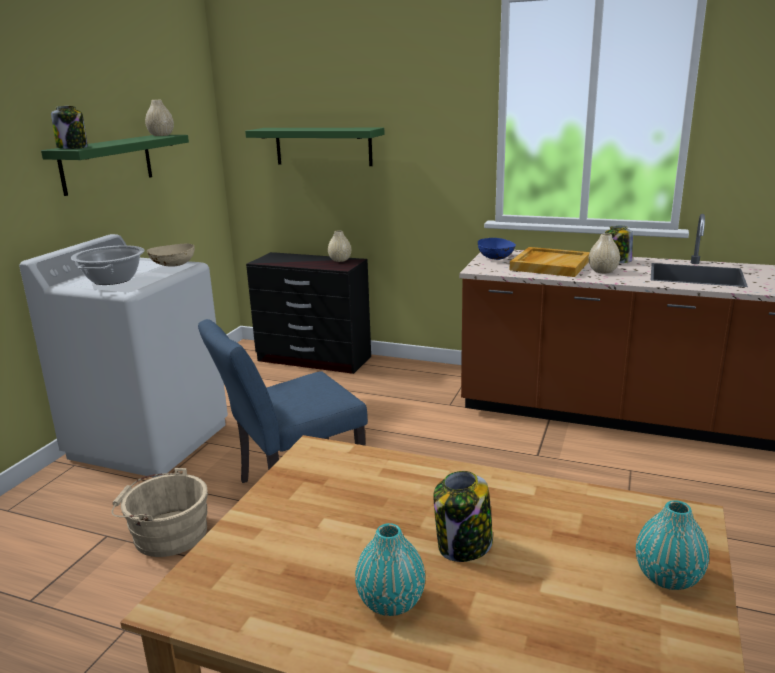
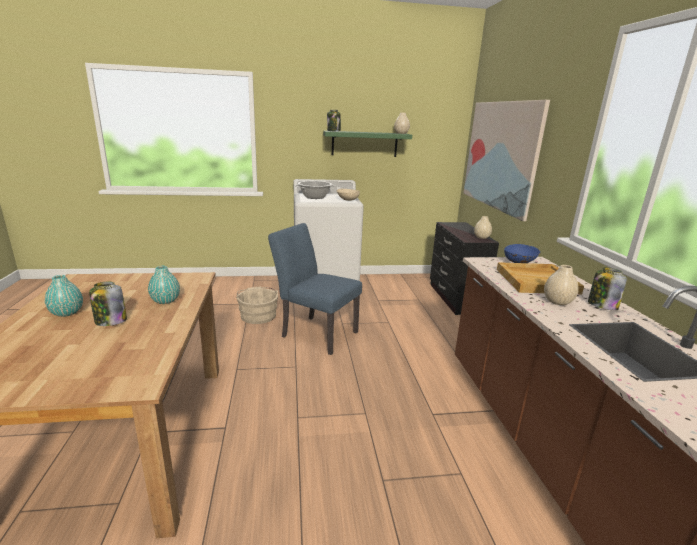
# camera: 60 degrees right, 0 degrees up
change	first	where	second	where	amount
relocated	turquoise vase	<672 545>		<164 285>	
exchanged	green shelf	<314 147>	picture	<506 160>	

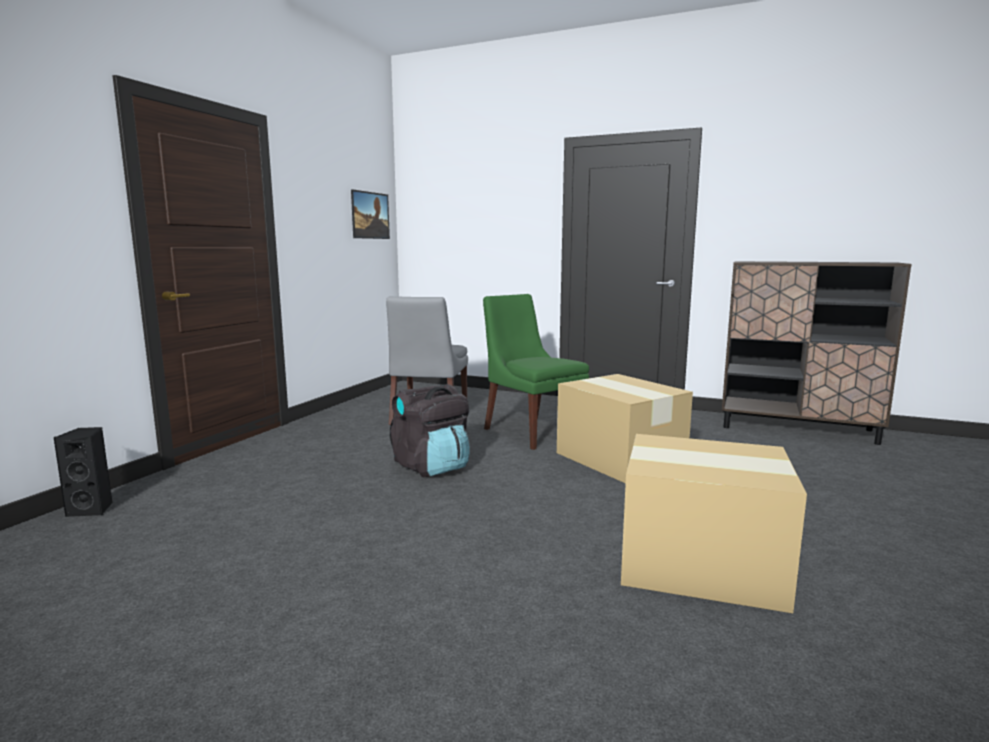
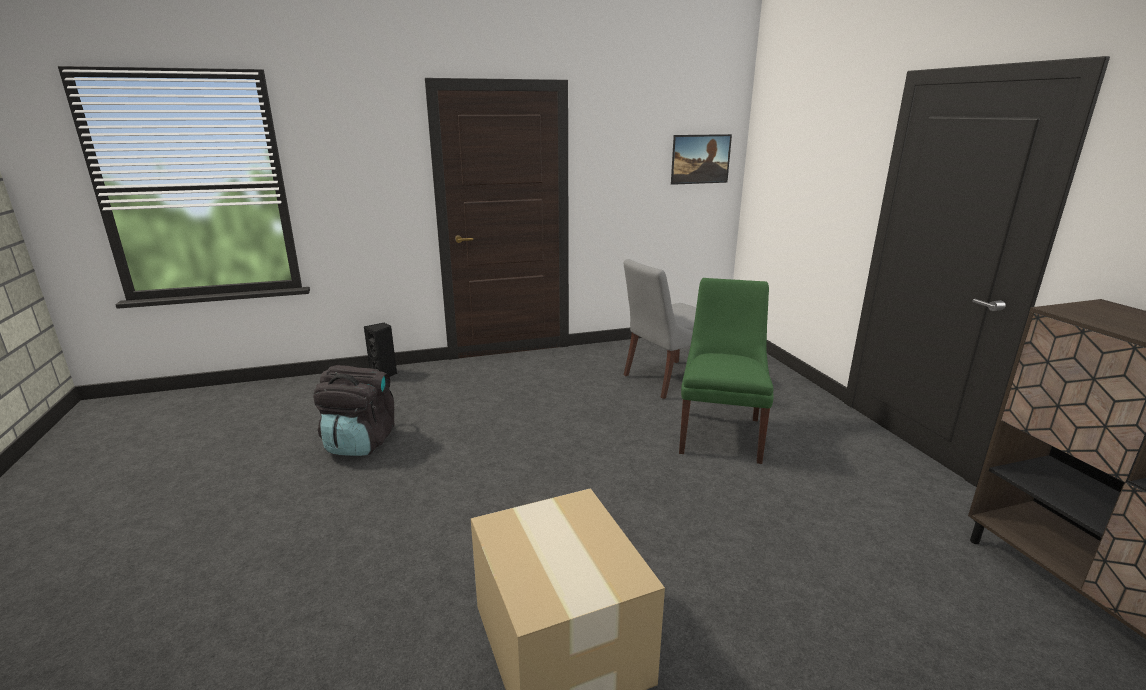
# camera: 50 degrees right, 10 degrees up
change	first	where	second	where	amount
relocated	black backpack	<430 430>		<353 410>	
missing	cardboard box	<625 428>			

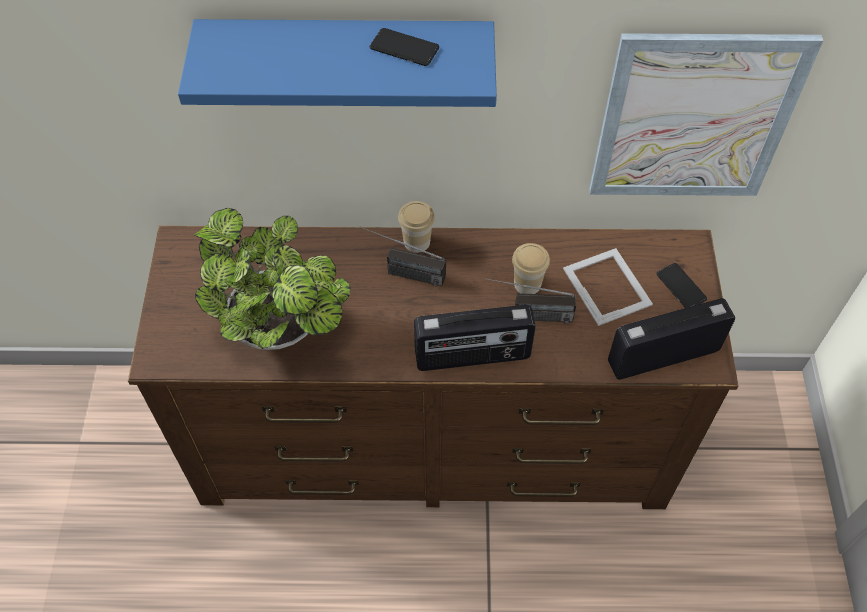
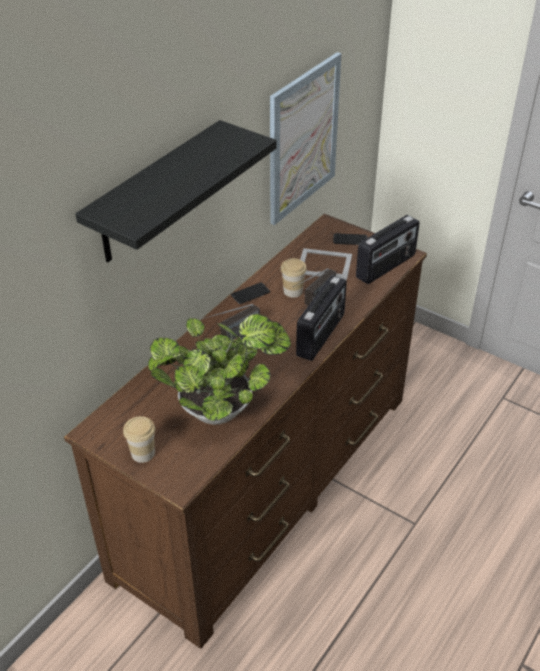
# camera: 55 degrees left, 15 degrees down
change	first	where	second	where	amount
colour	blue shelf	<337 63>	black shelf	<175 191>	
relocated	cup	<416 227>		<139 439>	
relocated	phone	<404 47>		<250 293>	
spun	radio	<671 339>		<388 249>	150 degrees counterclockwise

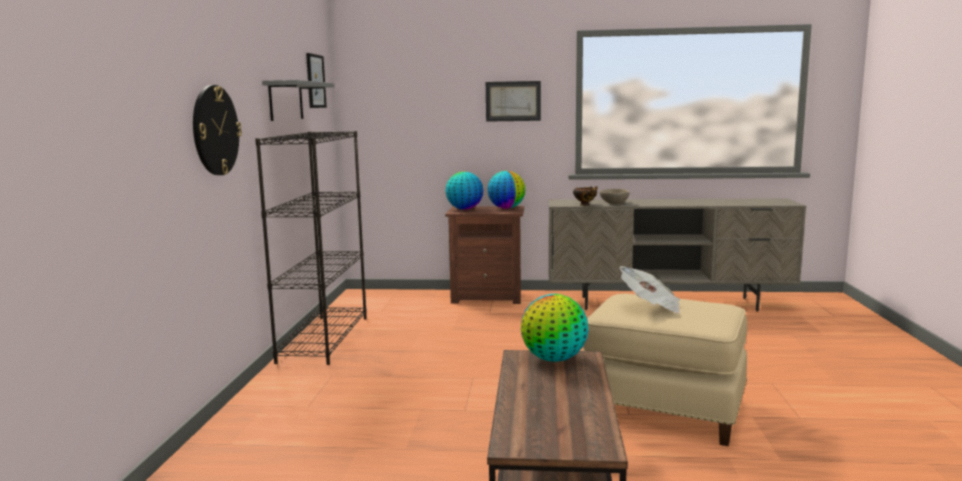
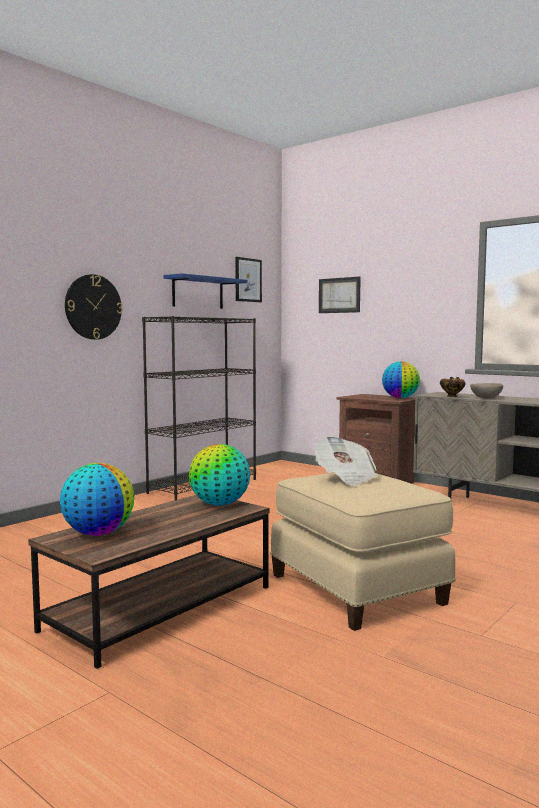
# camera: 35 degrees right, 5 degrees down
change	first	where	second	where	amount
relocated	globe	<465 191>		<97 499>	
colour	grey shelf	<298 100>	blue shelf	<205 291>	
relocated	picture	<513 101>		<340 294>	

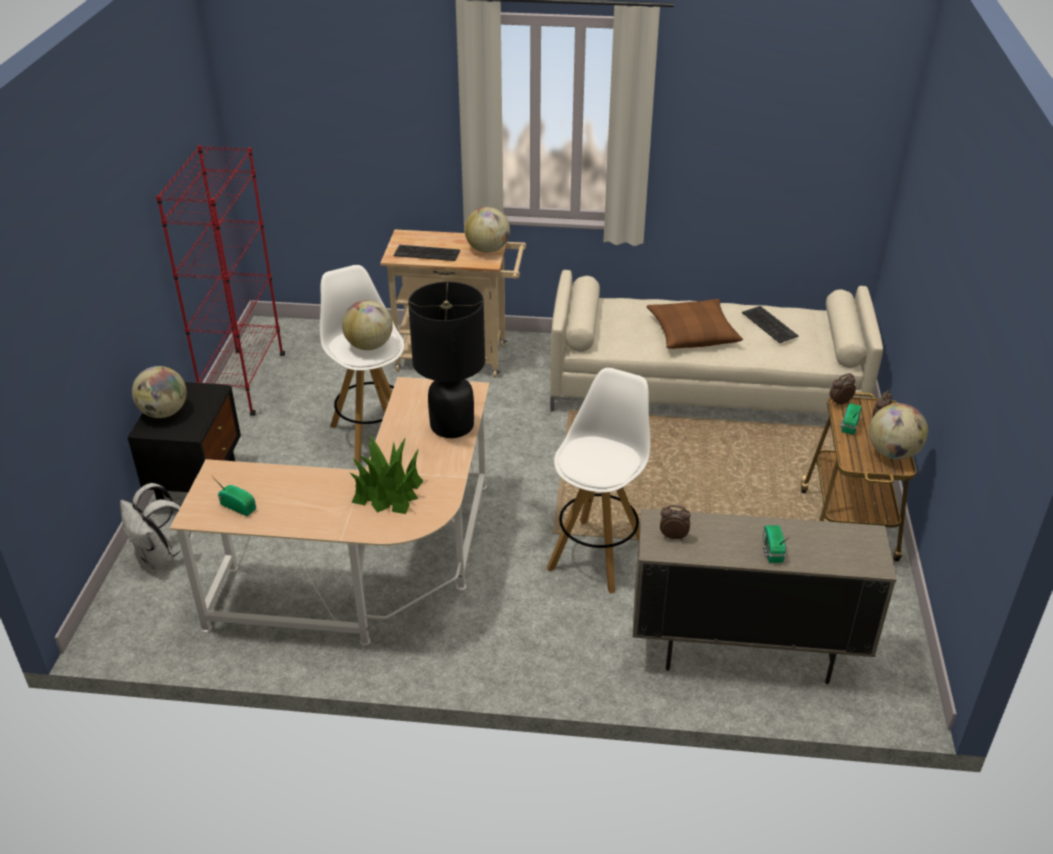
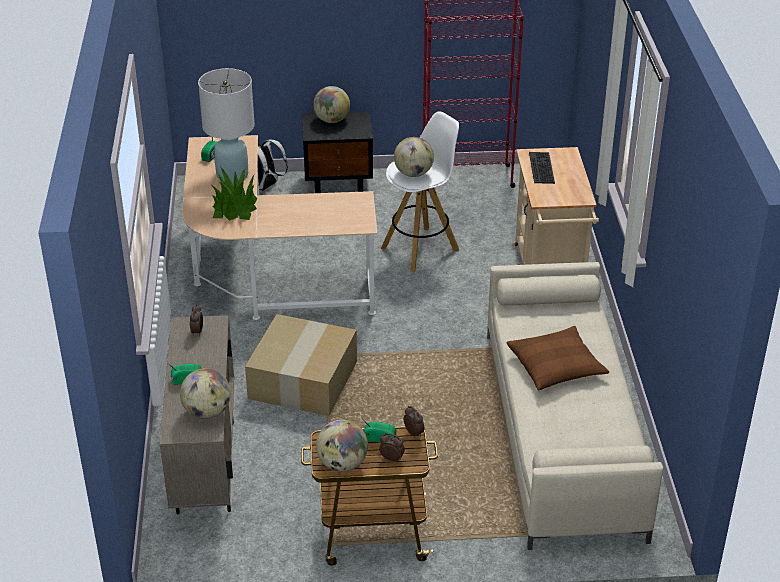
# camera: 80 degrees right, 0 degrees up
change	first	where	second	where	amount
relocated	globe	<487 230>		<205 393>	
appeared			white table lamp	<226 125>	
exchanged	white stool	<598 481>	cardboard box	<301 365>	
missing	black table lamp	<446 360>			
missing	keyboard	<770 324>			

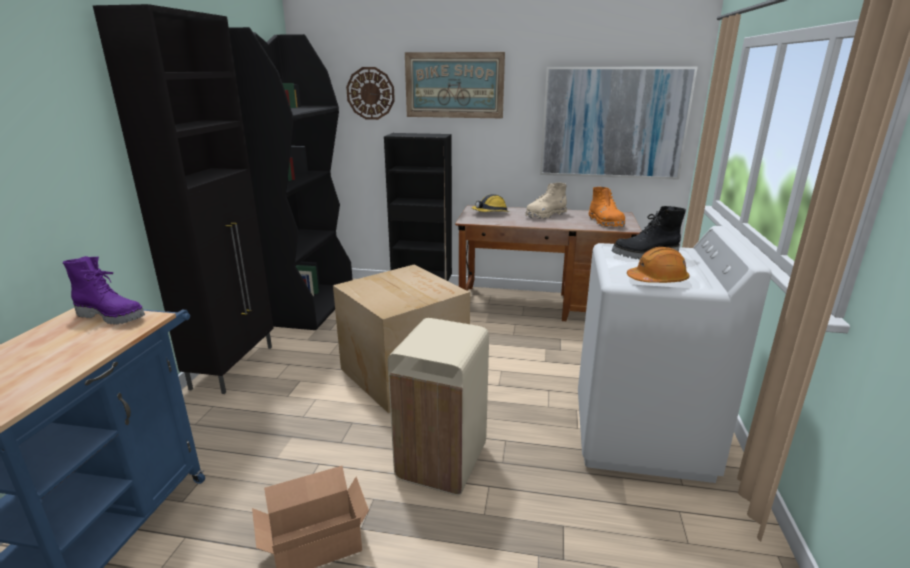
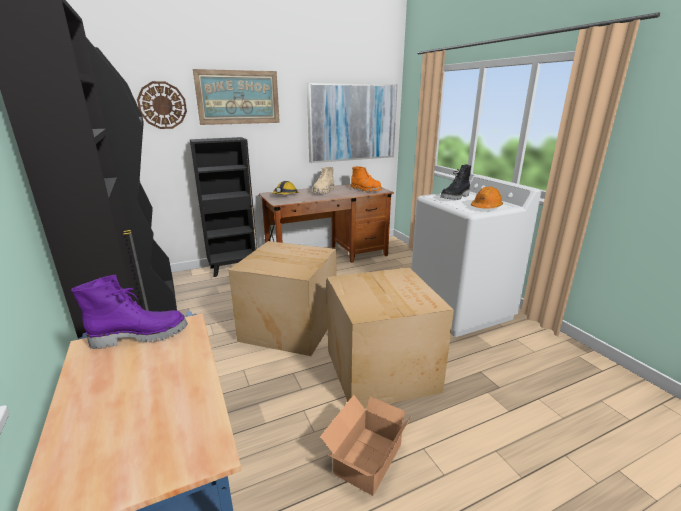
# camera: 35 degrees left, 0 degrees up
change	first	where	second	where	amount
exchanged	beige trash can	<438 406>	cardboard box	<390 338>	

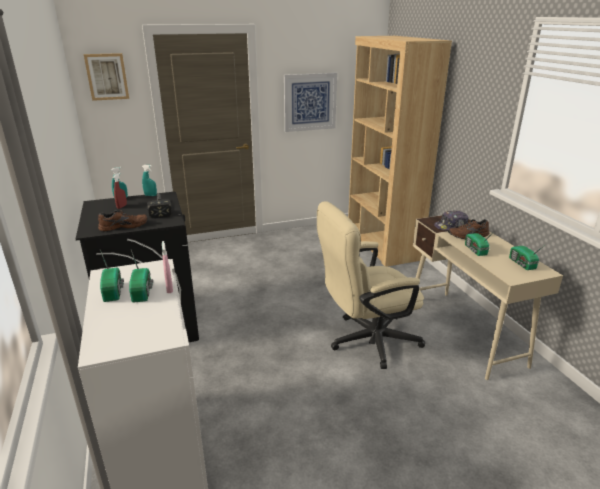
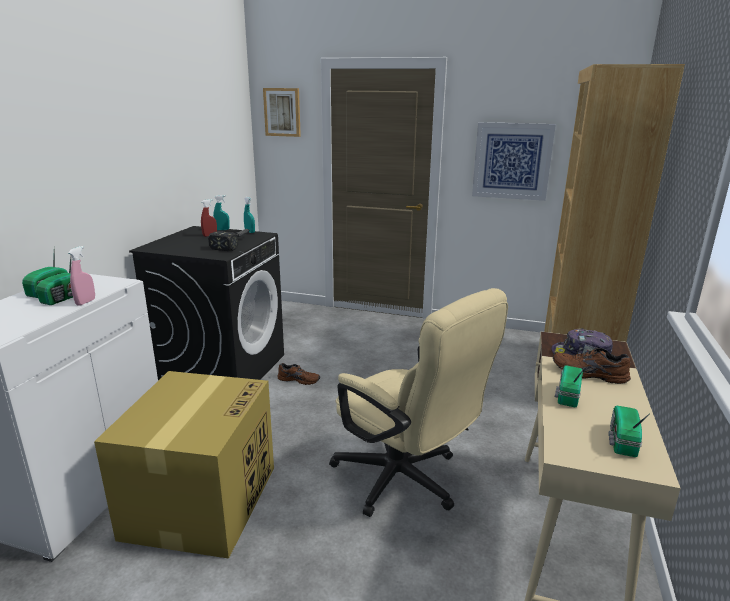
# camera: 35 degrees right, 5 degrees down
change	first	where	second	where	amount
appeared			cardboard box	<184 465>	
relocated	brown shoe	<123 220>		<298 374>	
spun	beige office chair	<371 285>		<418 402>	150 degrees counterclockwise

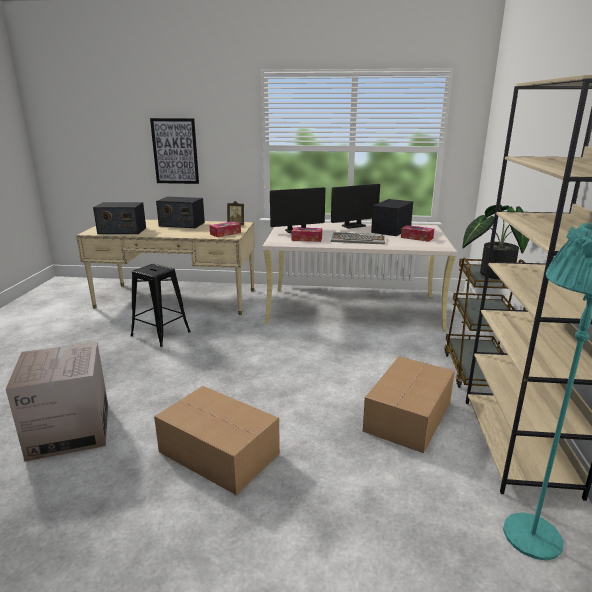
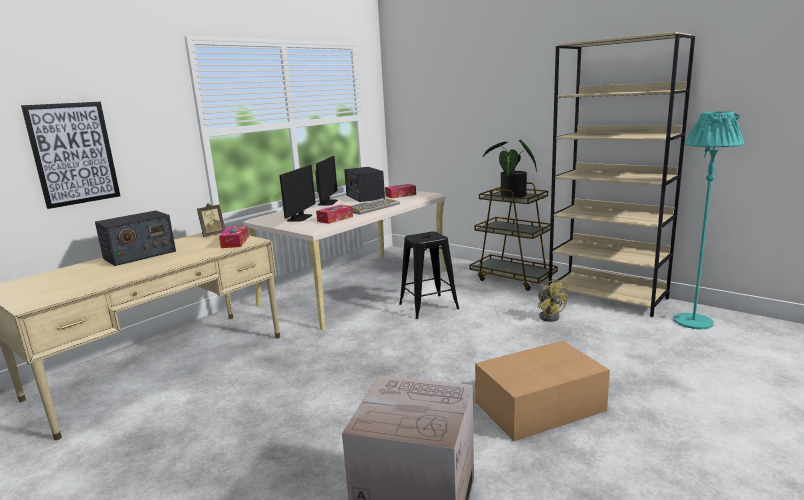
# camera: 55 degrees left, 5 degrees down
change	first	where	second	where	amount
relocated	black stool	<161 305>		<429 275>	
exchanged	cardboard box	<409 404>	yellow fan	<553 300>	
missing	radio	<119 218>			

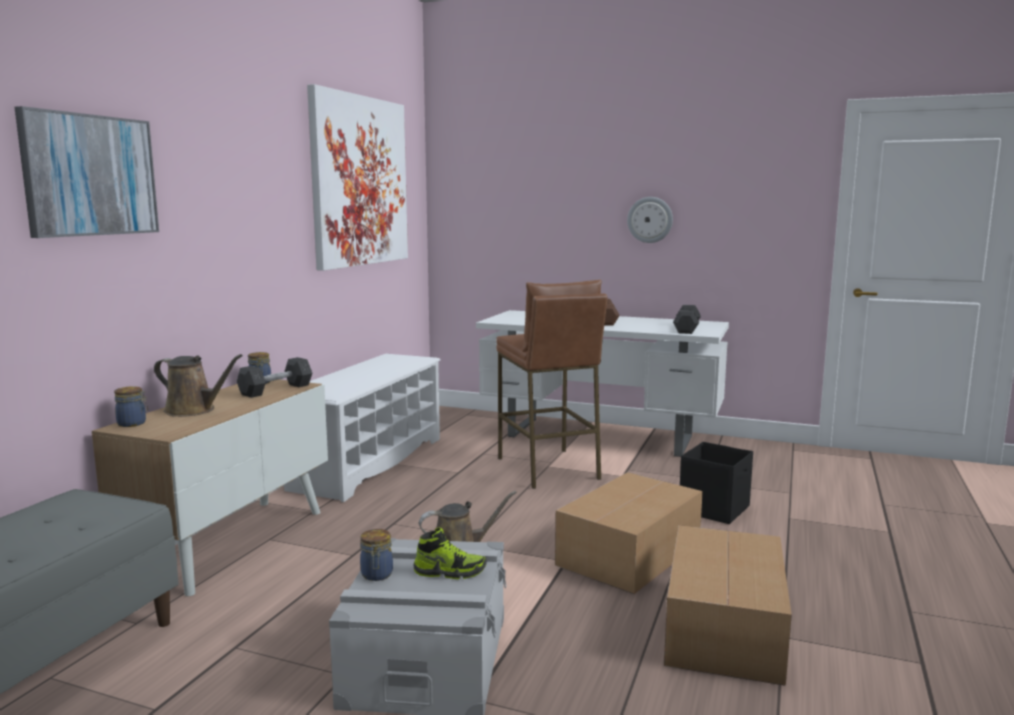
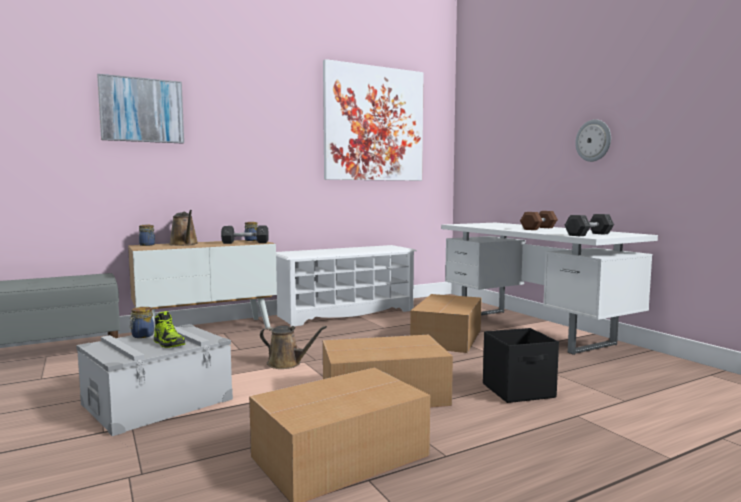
# camera: 40 degrees right, 5 degrees down
change	first	where	second	where	amount
exchanged	brown stool	<551 384>	cardboard box	<446 323>	

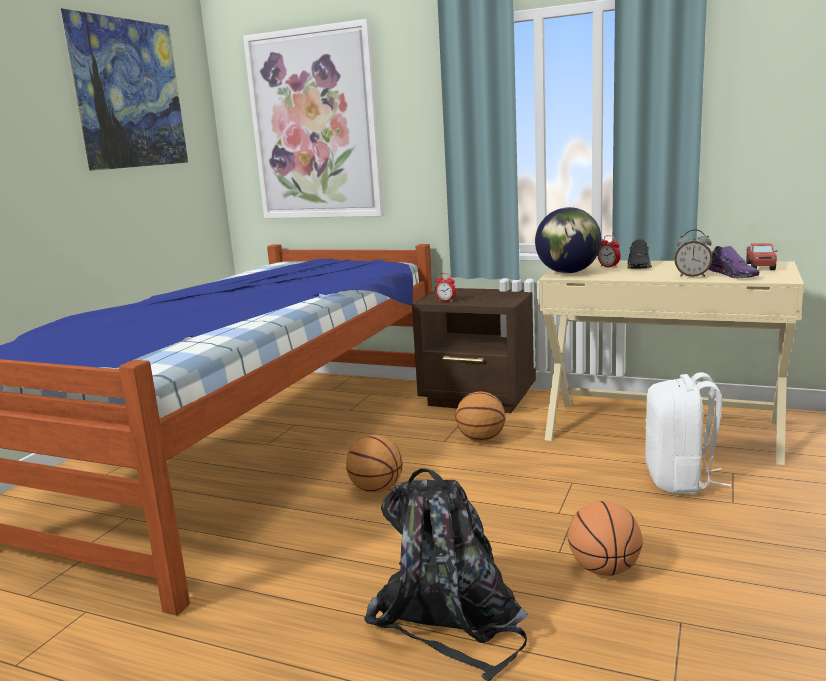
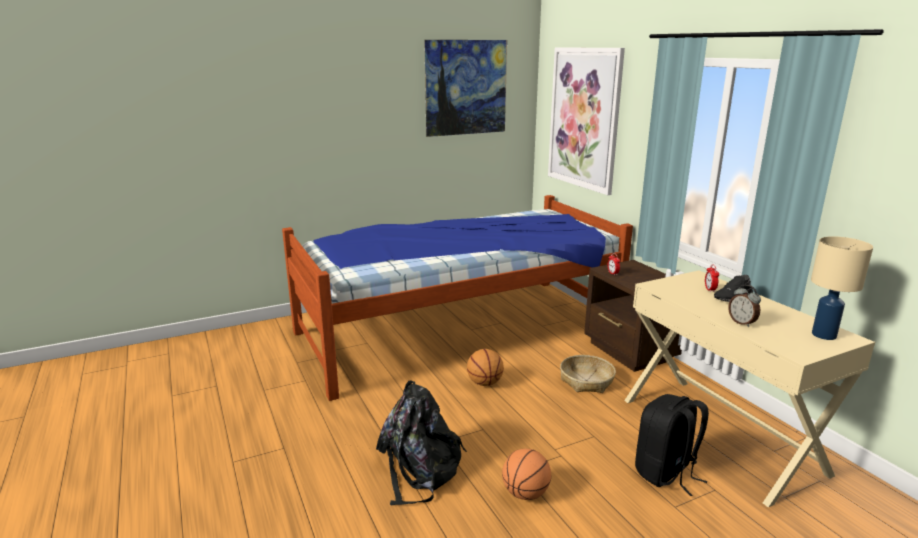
# camera: 40 degrees right, 5 degrees up
change	first	where	second	where	amount
exchanged	basketball	<480 417>	basket	<588 374>	
colour	white backpack	<688 433>	black backpack	<672 445>	
exchanged	toy truck	<762 256>	beige table lamp	<842 288>	
missing	globe	<568 240>			
missing	purple shoe	<733 262>			

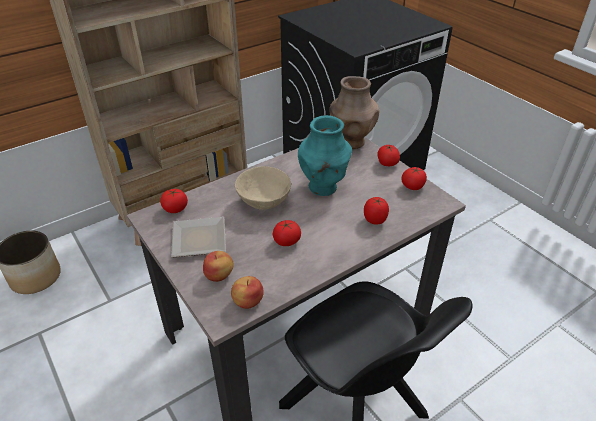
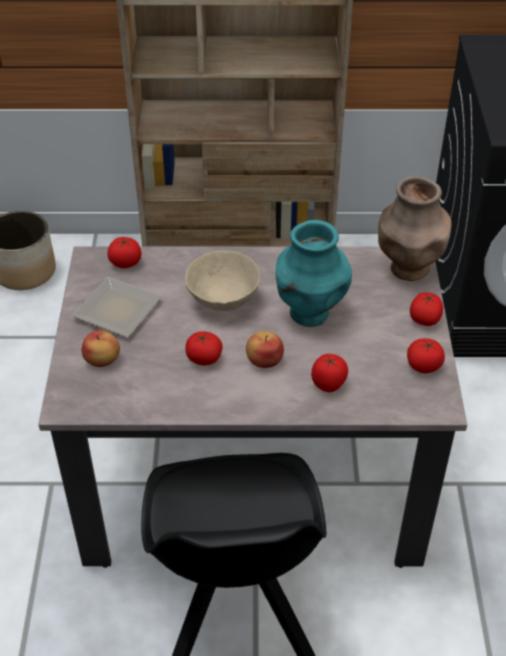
# camera: 35 degrees right, 5 degrees up
change	first	where	second	where	amount
relocated	apple	<247 292>		<265 349>	

